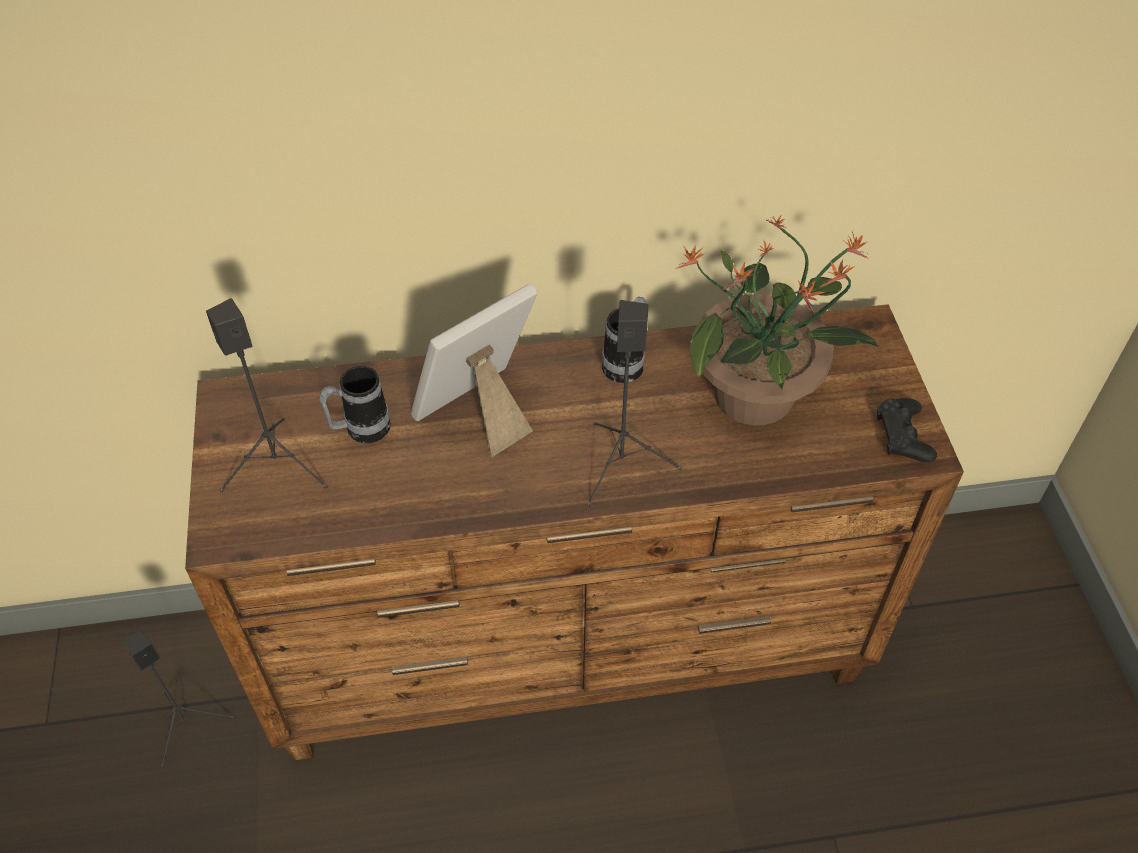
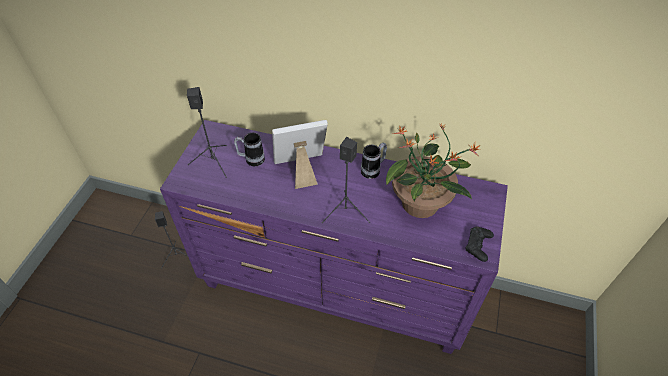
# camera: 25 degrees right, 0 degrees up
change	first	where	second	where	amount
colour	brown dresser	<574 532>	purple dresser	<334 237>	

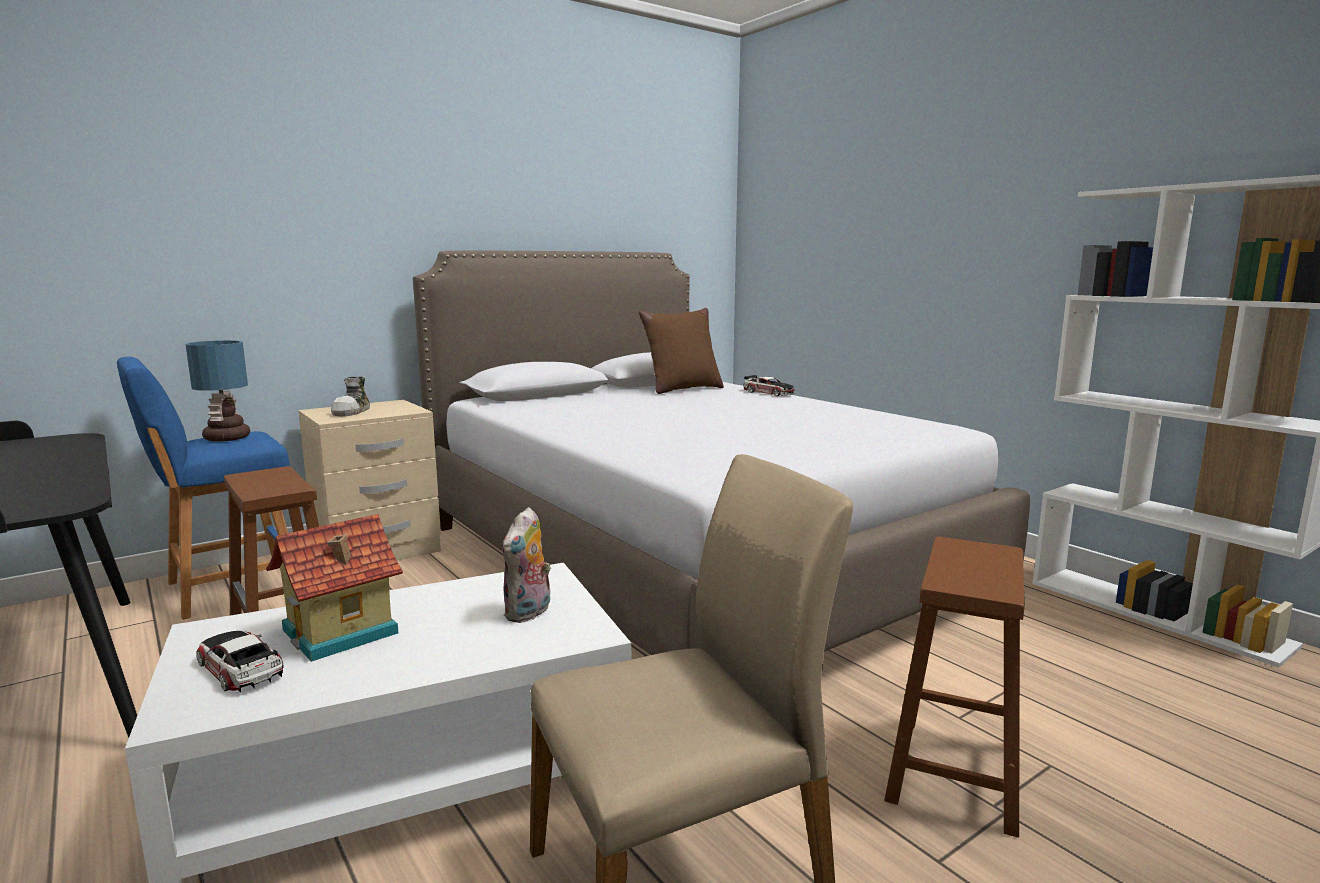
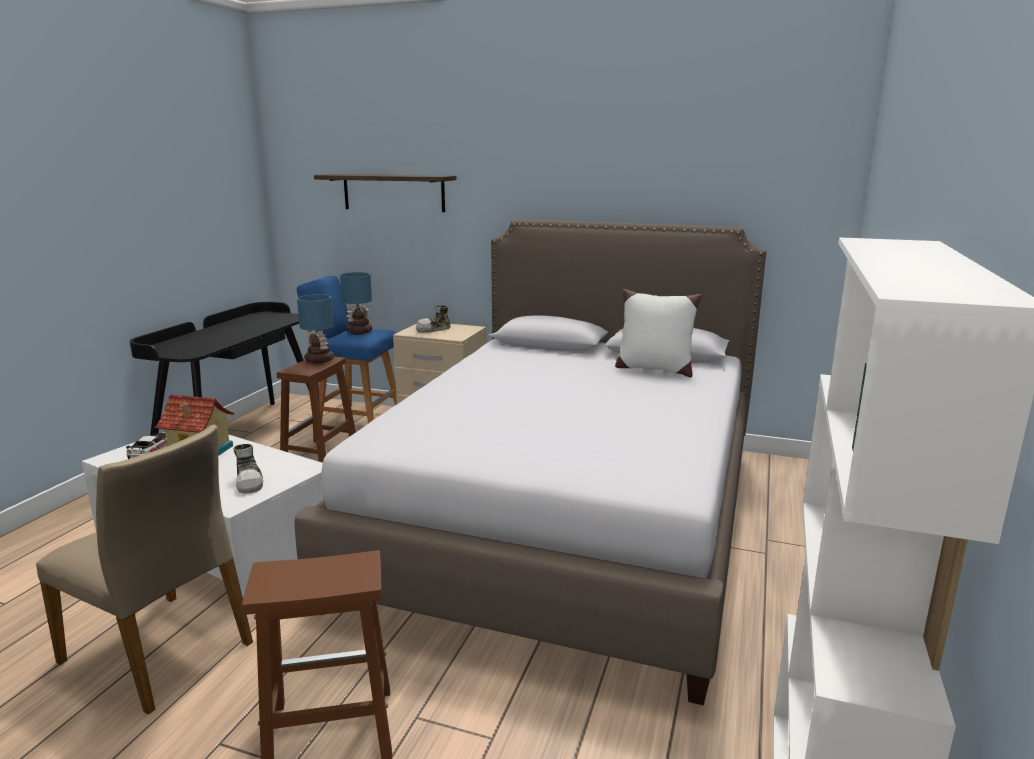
# camera: 55 degrees right, 5 degrees up
change	first	where	second	where	amount
exchanged	plush toy	<526 565>	shoe	<248 469>	
appeared			table lamp	<315 329>	
appeared			shelf	<385 193>	
colour	brown pillow	<681 351>	white pillow	<658 333>	
missing	toy car	<769 385>			

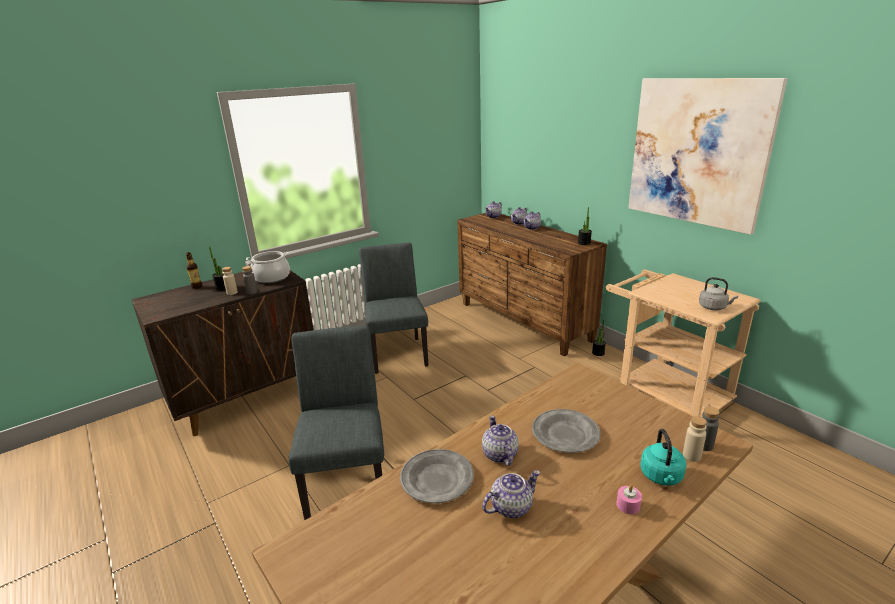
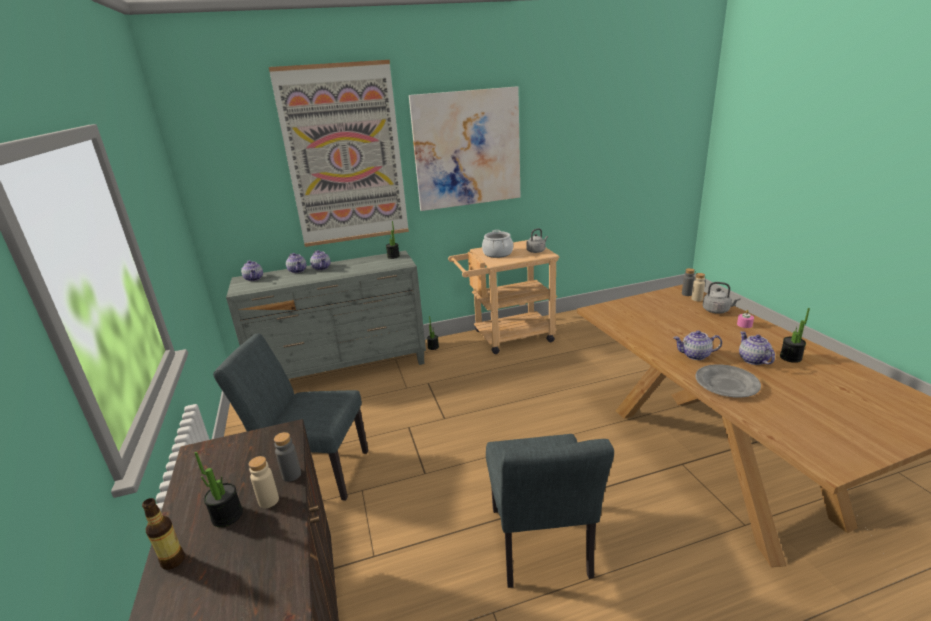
# camera: 70 degrees left, 0 degrees up
change	first	where	second	where	amount
colour	brown dresser	<532 284>	grey dresser	<326 315>	
appeared			picture	<339 153>	
relocated	cooking pot	<268 267>		<497 244>	
spun	grey chair	<336 423>		<550 511>	105 degrees counterclockwise
colour	turquoise kettle	<663 457>	grey kettle	<722 298>	
appeared			potted plant	<795 335>	
missing	grey plate	<566 431>			

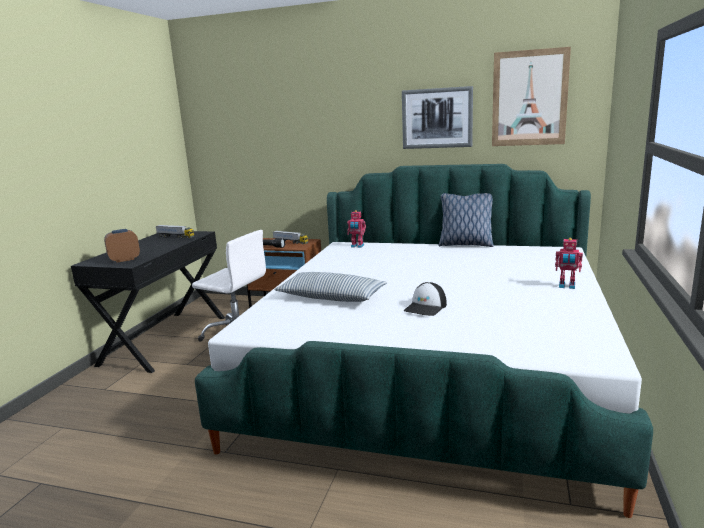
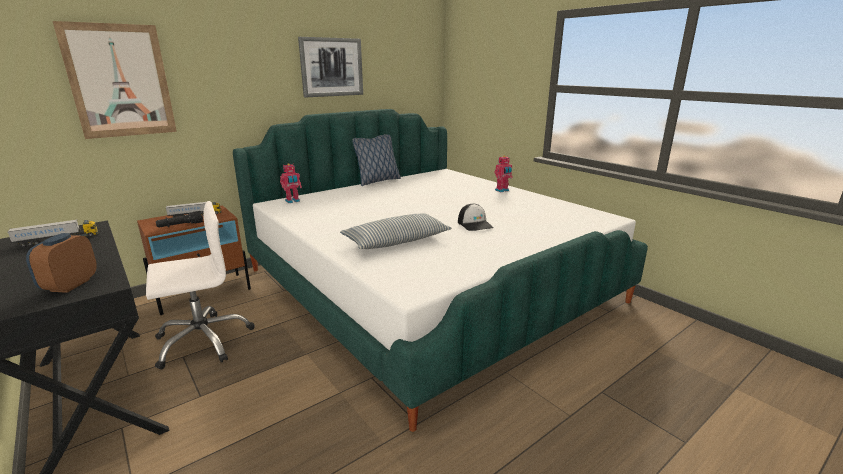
# camera: 55 degrees left, 5 degrees up
change	first	where	second	where	amount
relocated	picture	<531 96>		<115 80>	

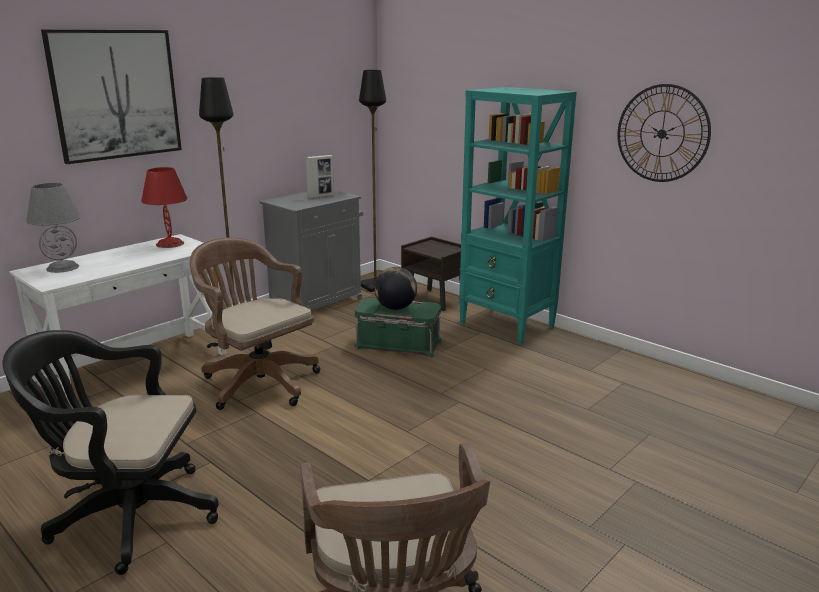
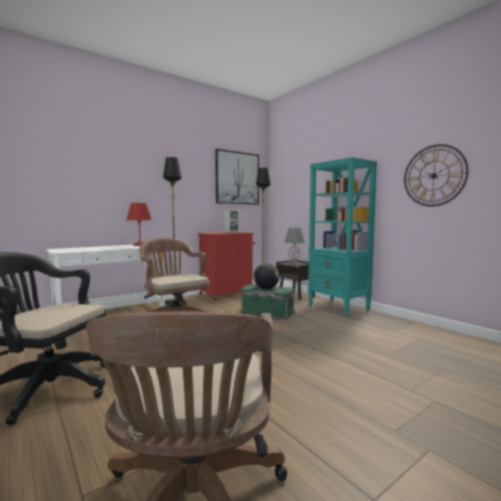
# camera: 10 degrees right, 15 degrees down
change	first	where	second	where	amount
colour	grey cabinet	<311 250>	red cabinet	<226 266>	
relocated	picture	<111 97>		<237 176>	
relocated	grey table lamp	<53 228>		<294 246>	

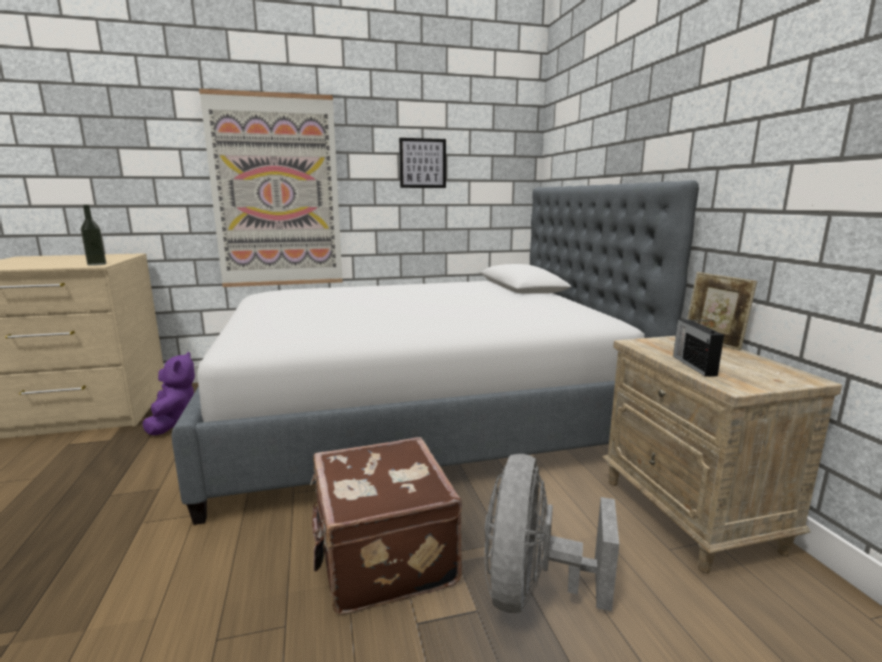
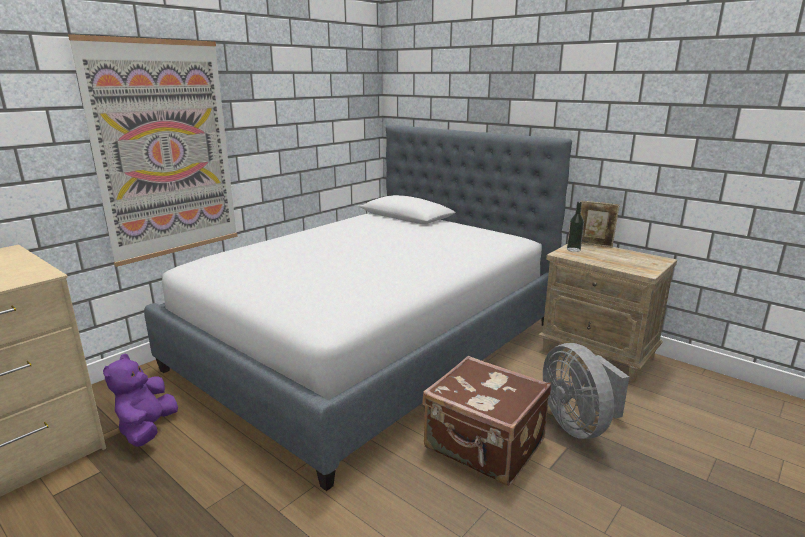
# camera: 35 degrees left, 5 degrees up
change	first	where	second	where	amount
spun	purple plush toy	<168 393>		<140 400>	135 degrees counterclockwise
relocated	bottle	<93 235>		<575 227>	
missing	picture	<422 163>			
missing	radio	<698 348>			

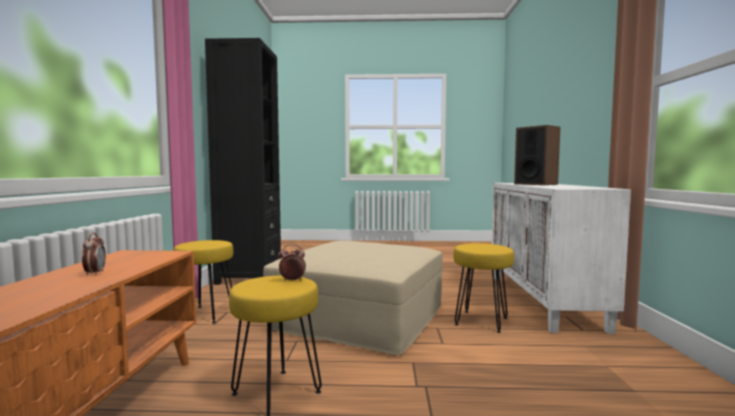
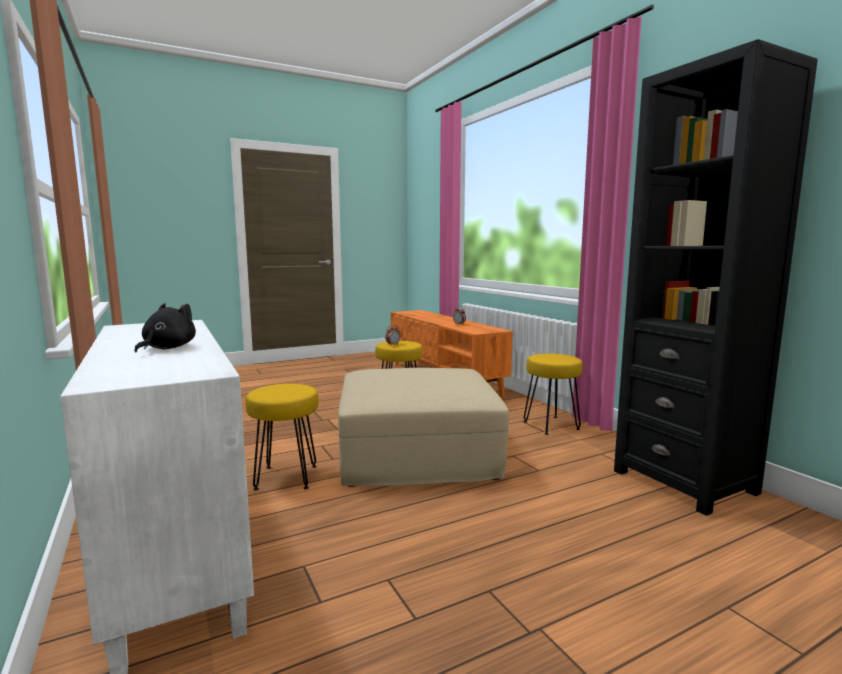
# camera: 150 degrees right, 5 degrees up
change	first	where	second	where	amount
exchanged	speaker	<537 155>	black plush toy	<165 327>	

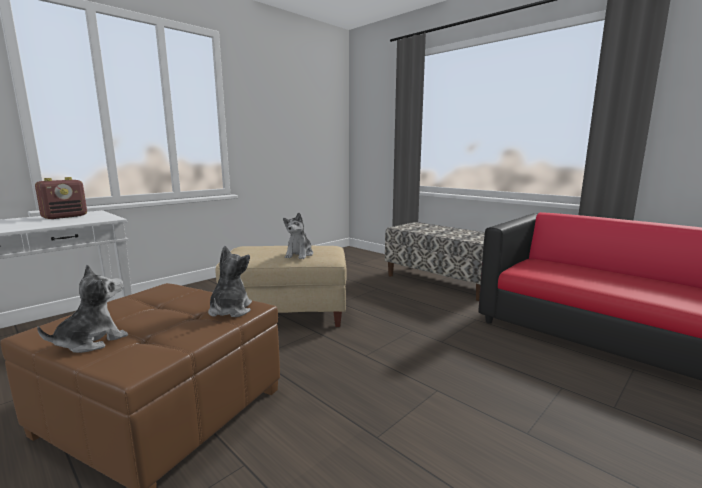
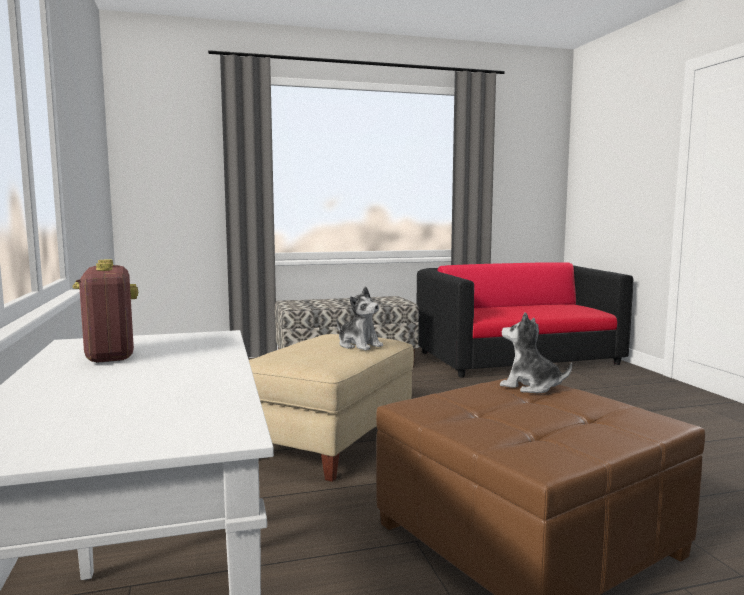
# camera: 60 degrees left, 5 degrees down
change	first	where	second	where	amount
missing	plush toy	<82 309>			

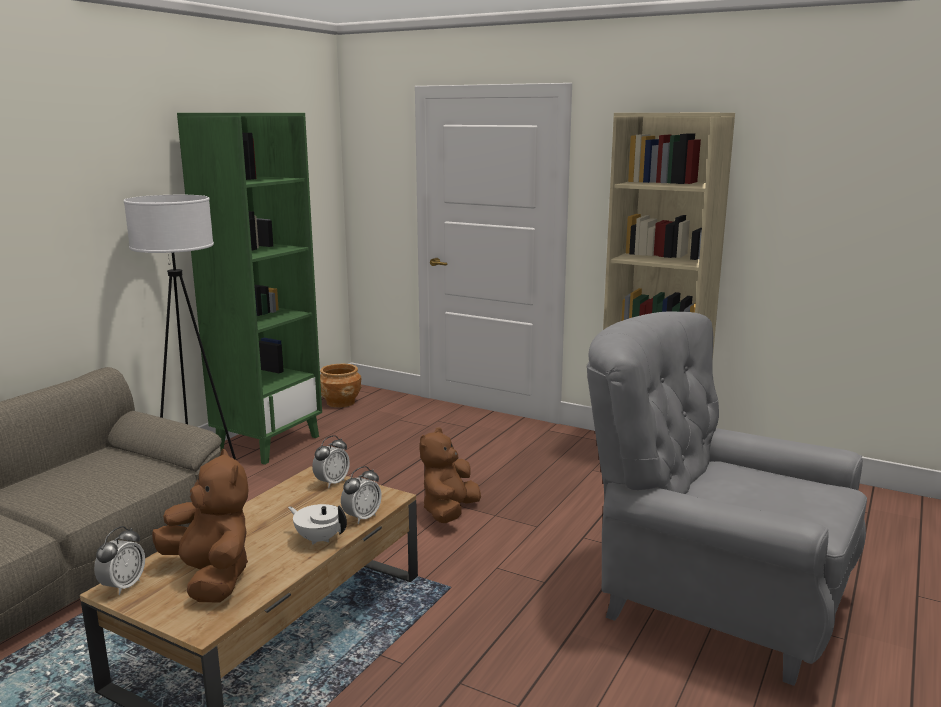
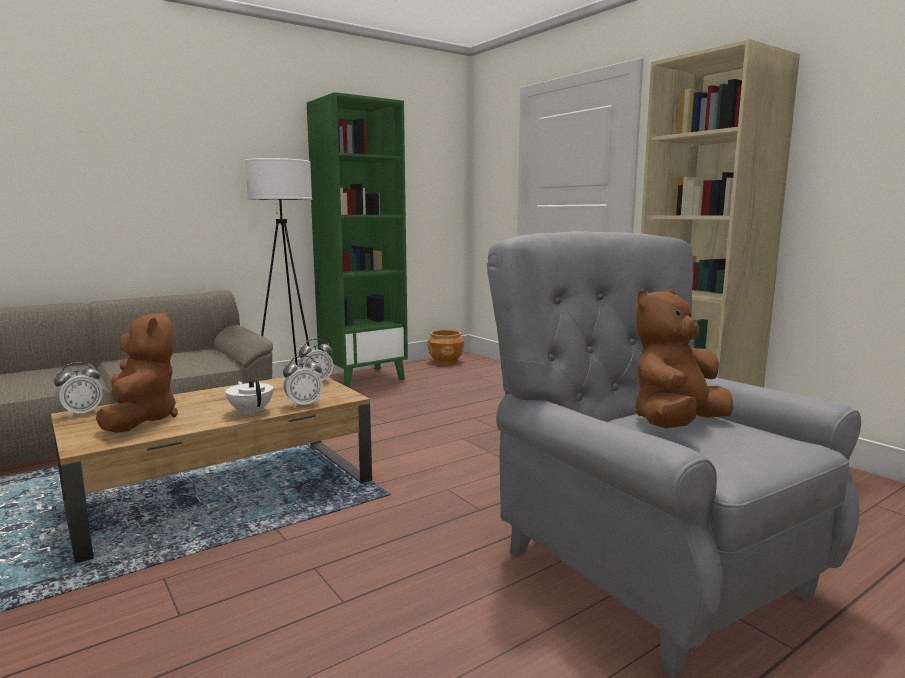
# camera: 25 degrees right, 5 degrees down
change	first	where	second	where	amount
relocated	brown plush toy	<450 475>		<684 358>	

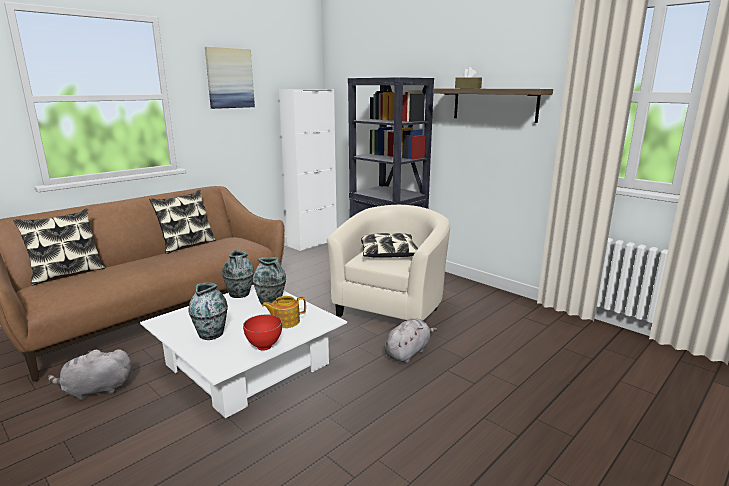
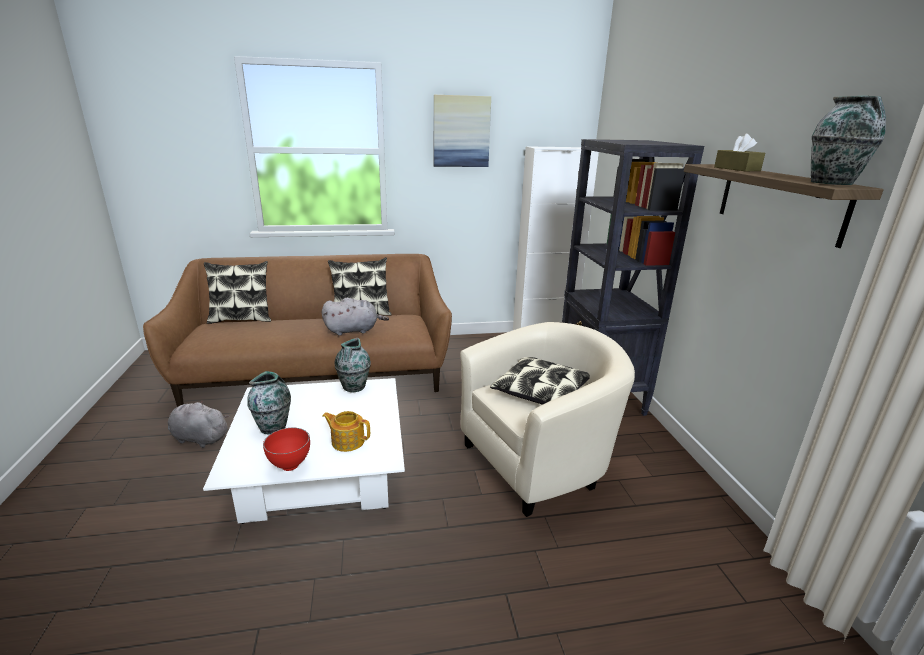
# camera: 35 degrees right, 5 degrees up
change	first	where	second	where	amount
relocated	grey plush toy	<410 340>		<355 317>	
relocated	vase	<269 281>		<848 140>	

